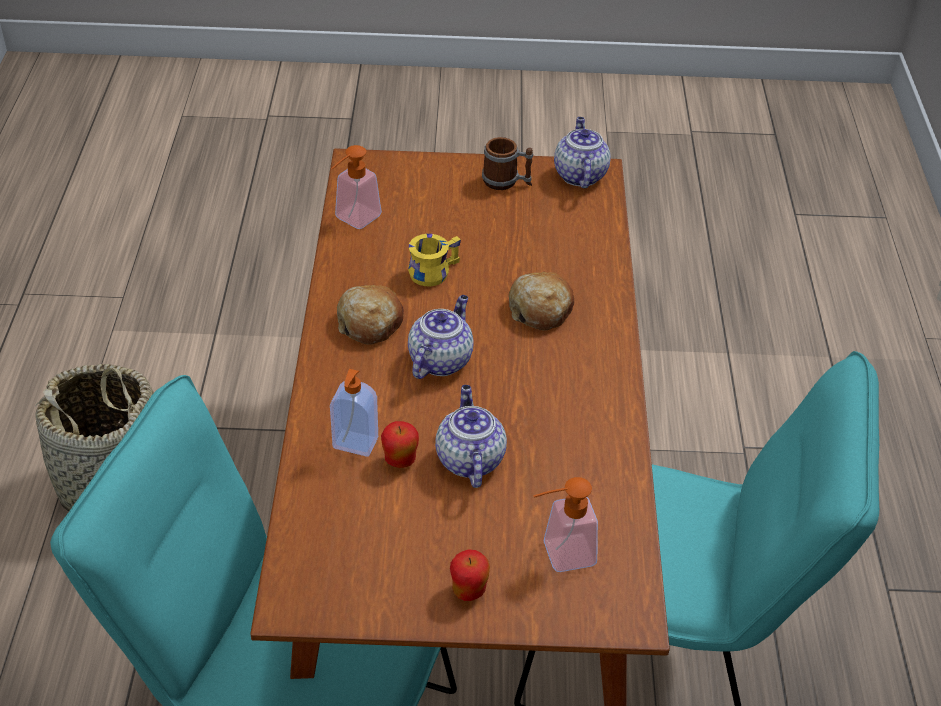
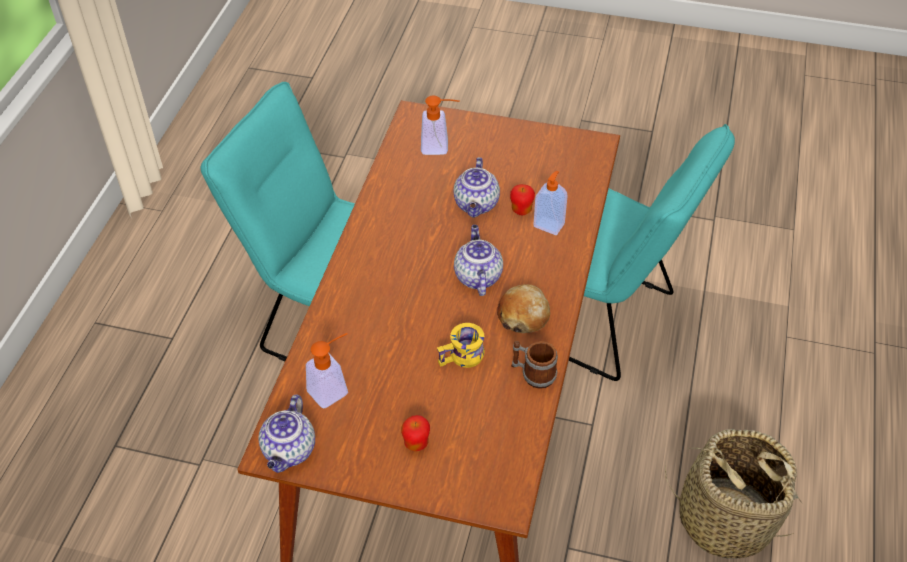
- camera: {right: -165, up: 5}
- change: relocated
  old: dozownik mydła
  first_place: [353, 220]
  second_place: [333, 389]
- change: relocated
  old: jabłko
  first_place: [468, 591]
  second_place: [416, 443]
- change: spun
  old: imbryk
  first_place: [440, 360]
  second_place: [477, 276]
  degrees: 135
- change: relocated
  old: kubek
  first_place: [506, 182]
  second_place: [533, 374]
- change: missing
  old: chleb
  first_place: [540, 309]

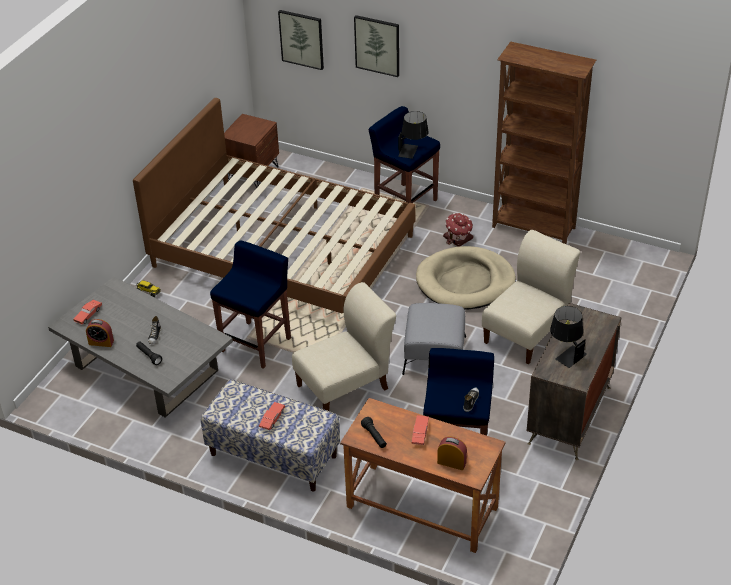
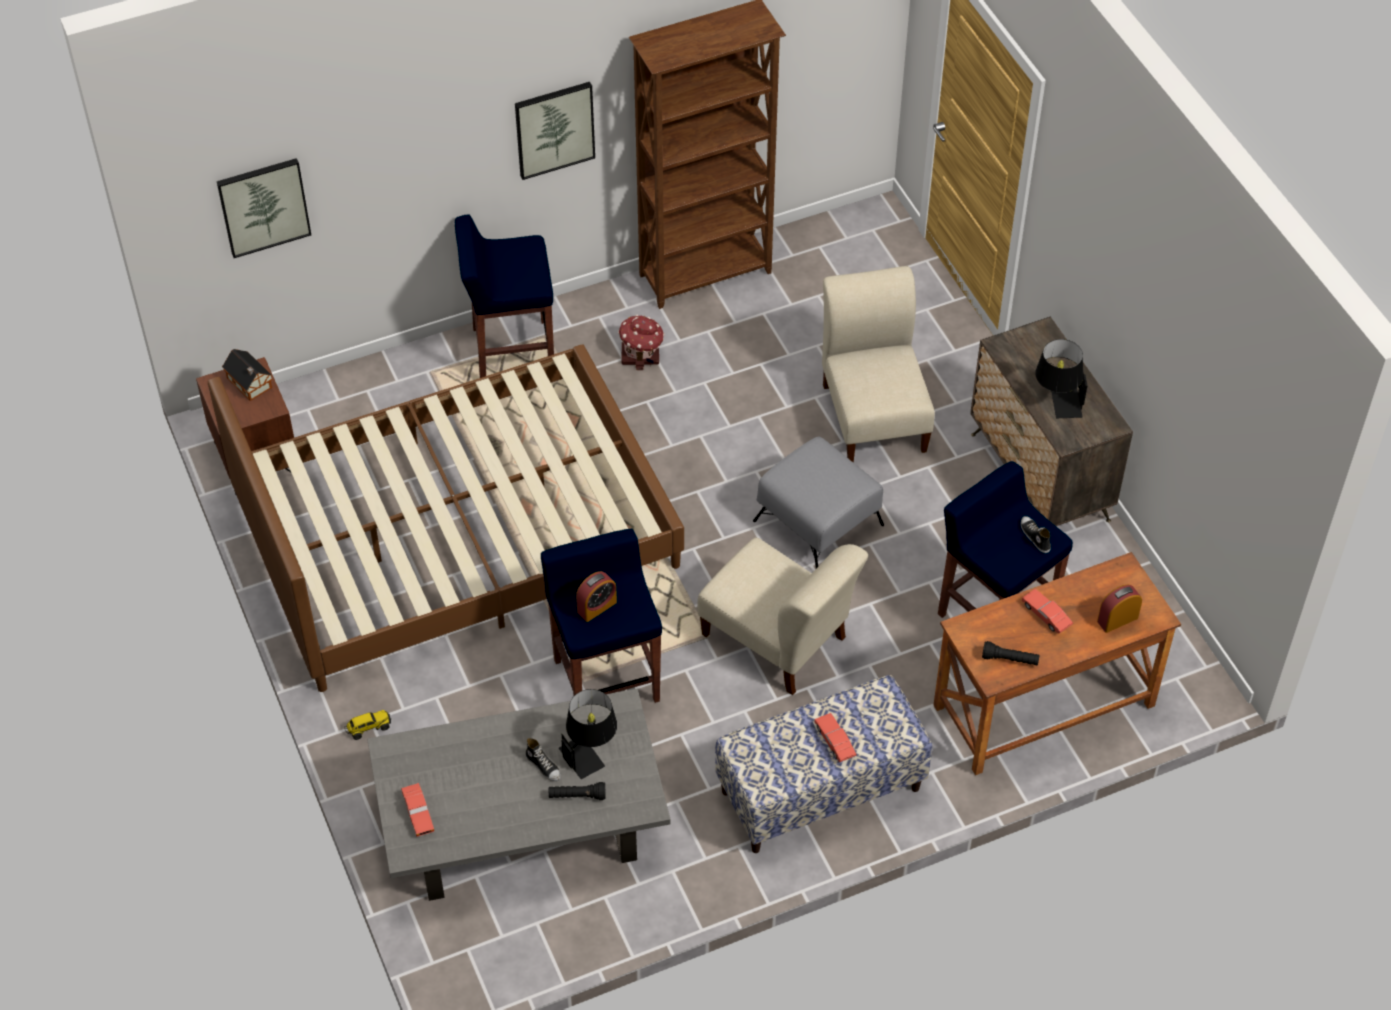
- camera: {right: -50, up: 10}
- change: appeared
  new: domek
  second_place: [250, 384]
- change: relocated
  old: obraz
  first_place: [377, 45]
  second_place: [554, 129]
- change: relocated
  old: lampa stołowa [czarny]
  first_place: [413, 151]
  second_place: [590, 752]
- change: relocated
  old: budzik
  first_place: [101, 342]
  second_place: [597, 607]
- change: spun
  old: krzesło [beżowy]
  first_place: [346, 385]
  second_place: [778, 640]
  degrees: 120
- change: missing
  old: legowisko [beżowy]
  first_place: [465, 282]

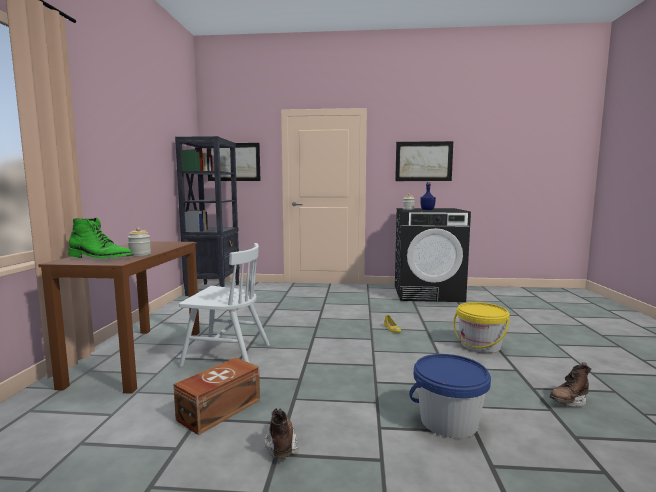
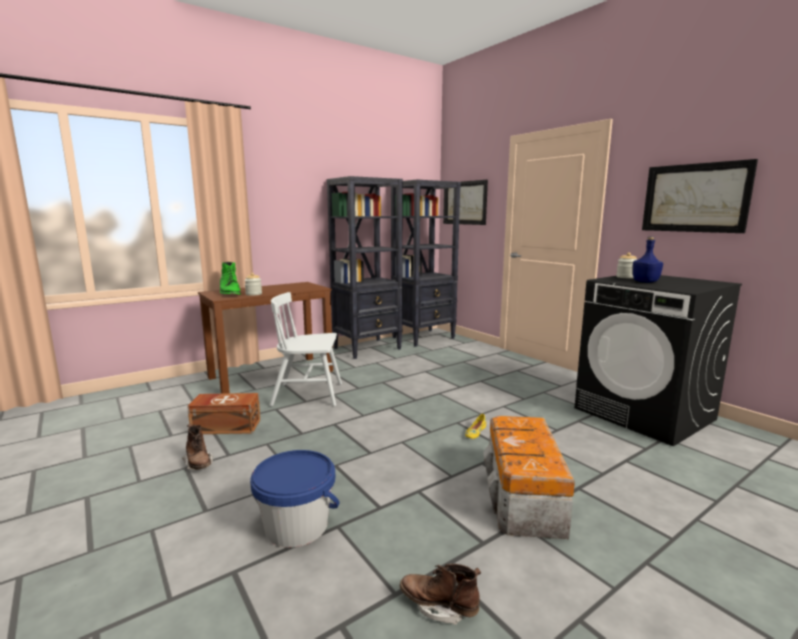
- camera: {right: 50, up: 5}
- change: spun
  old: but z cholewką [brązowy]
  first_place: [281, 444]
  second_place: [198, 464]
  degrees: 105
- change: spun
  old: krzesło [biały]
  first_place: [226, 355]
  second_place: [308, 394]
  degrees: 120
- change: appeared
  new: regał [czarny]
  second_place: [368, 348]
- change: exchanged
  old: wiadro [żółty]
  new: pojemnik do przechowywania
  first_place: [480, 345]
  second_place: [523, 497]

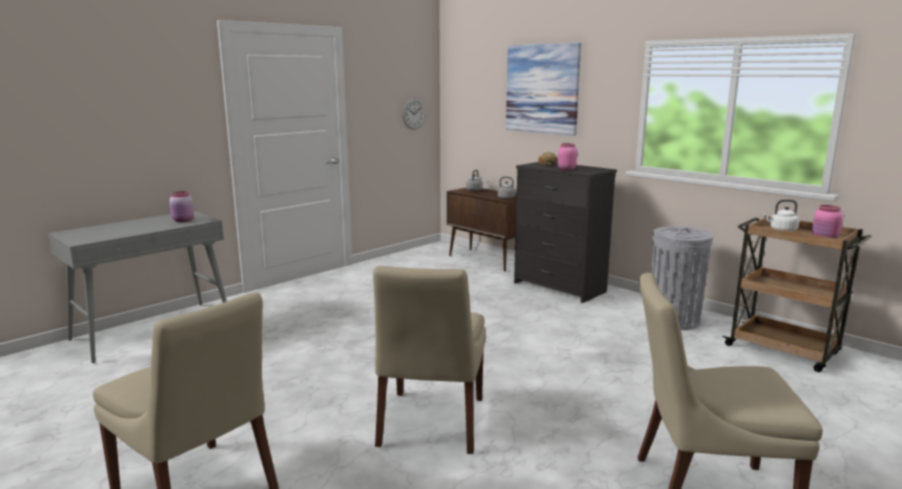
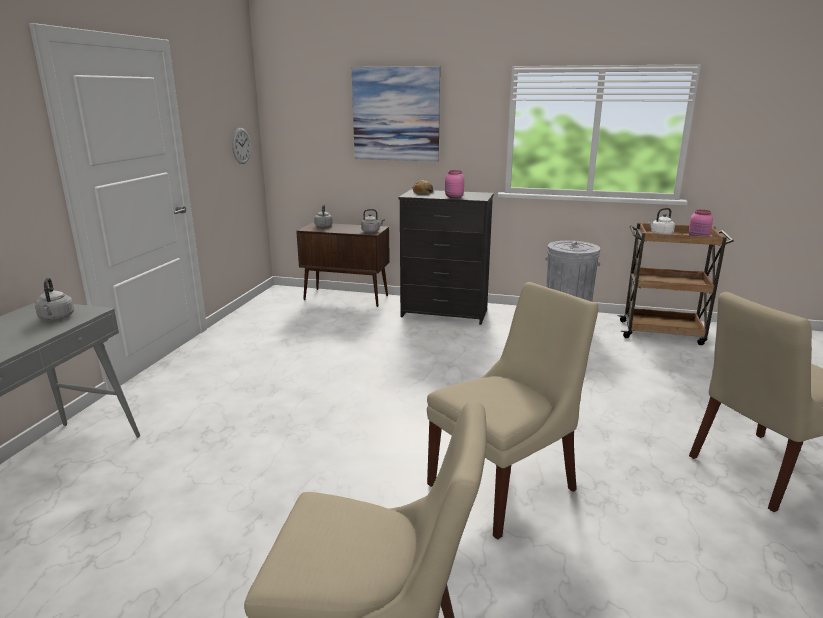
- camera: {right: -30, up: 5}
- change: exchanged
  old: słoik [różowy]
  new: czajnik [szary]
  first_place: [183, 221]
  second_place: [56, 318]
- change: spun
  old: krzesło [beżowy]
  first_place: [431, 424]
  second_place: [505, 485]
  degrees: -105

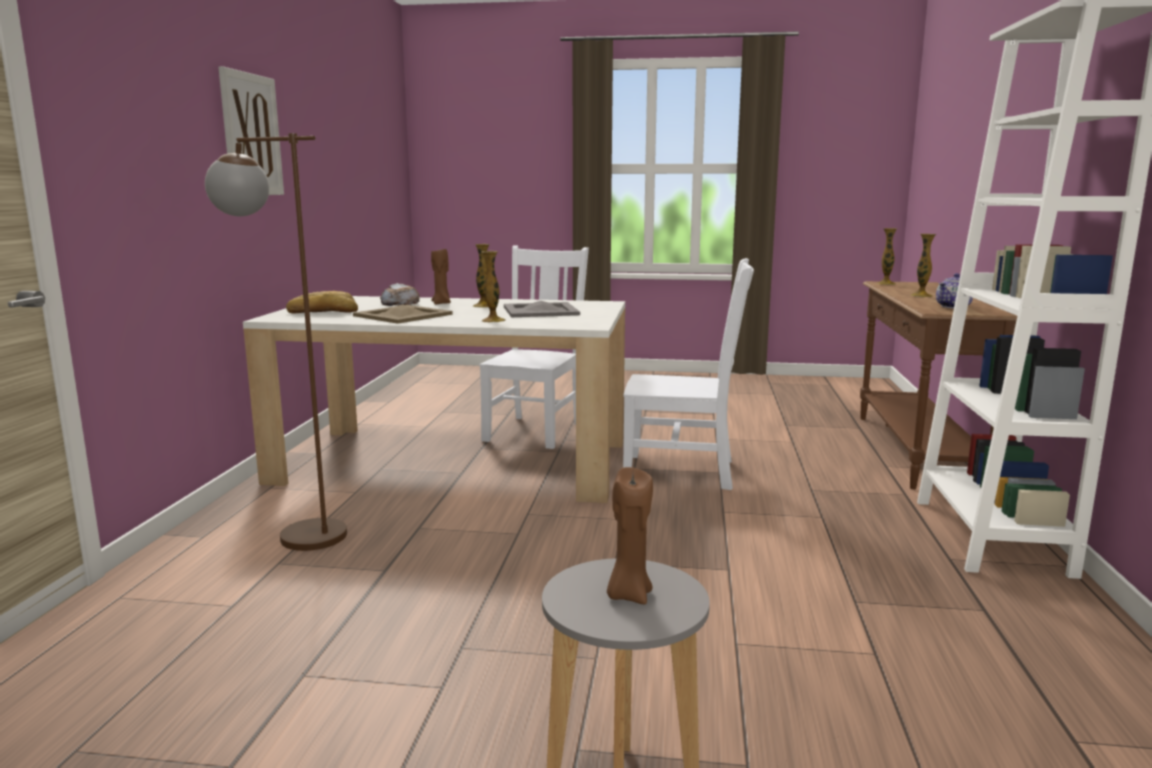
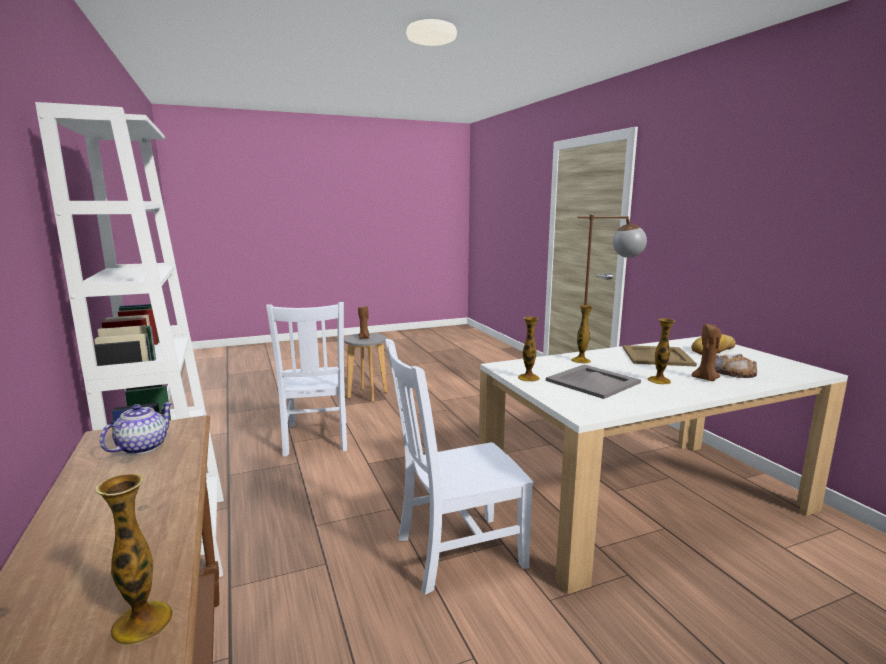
- camera: {right: 150, up: 0}
- change: relocated
  old: krzesło [biały]
  first_place: [536, 431]
  second_place: [316, 438]
- change: relocated
  old: wazon
  first_place: [921, 296]
  second_place: [528, 378]
- change: missing
  old: obraz
  first_place: [251, 135]

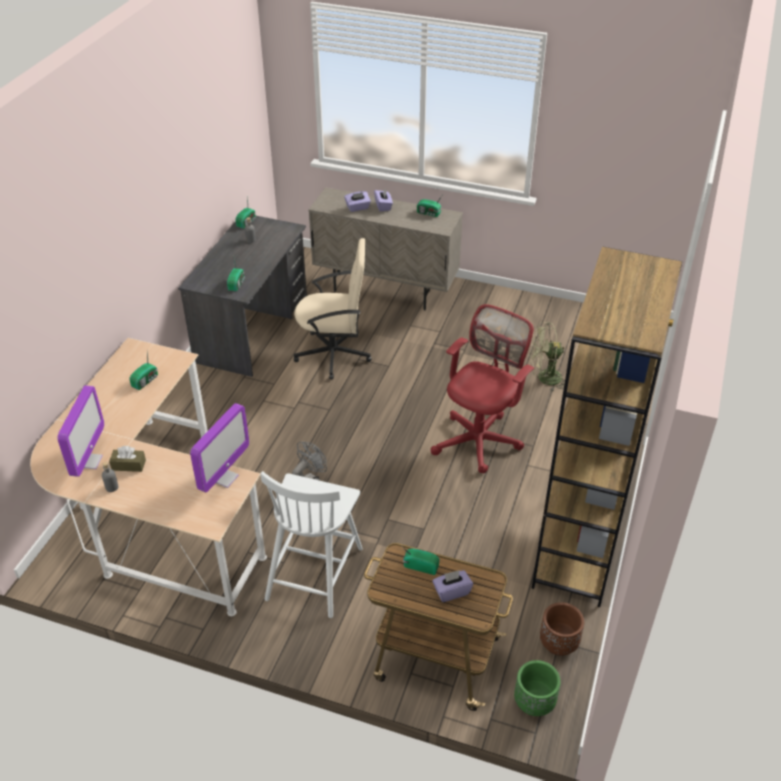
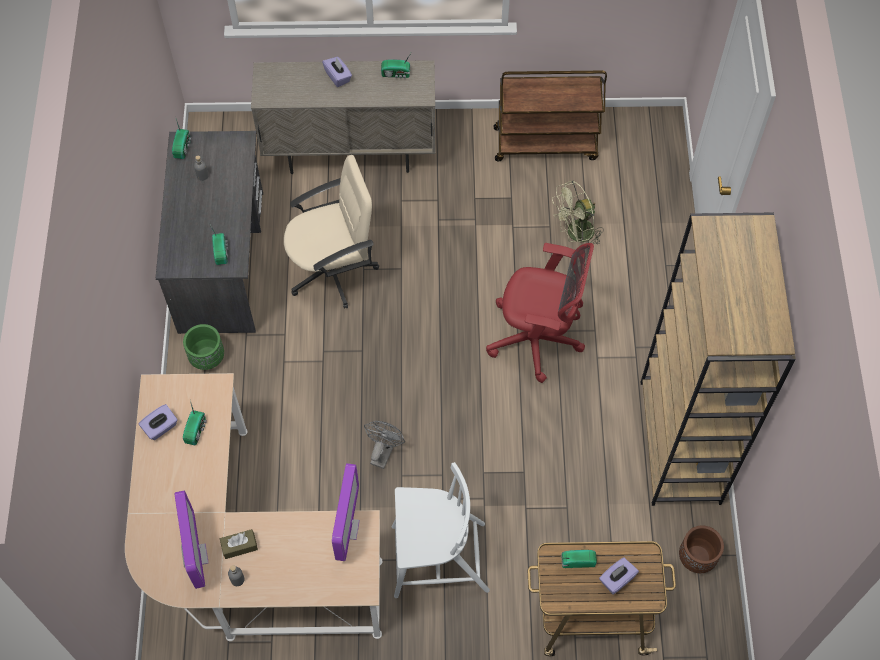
- camera: {right: -20, up: 20}
- change: relocated
  old: pudełko chusteczek [fioletowy]
  first_place: [358, 208]
  second_place: [160, 427]
- change: relocated
  old: donica [zielony]
  first_place: [534, 703]
  second_place: [207, 358]
- change: spun
  old: krzesło [biały]
  first_place: [314, 571]
  second_place: [437, 559]
  degrees: -90
- change: spun
  old: krzesło biurowe [czerwony]
  first_place: [480, 439]
  second_place: [537, 340]
  degrees: 90
- change: appeared
  new: wózek [brązowy]
  second_place: [546, 143]

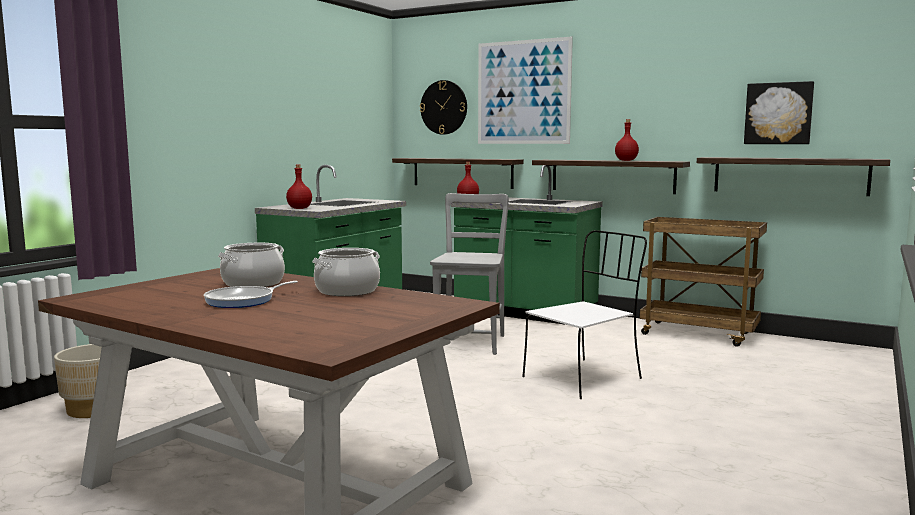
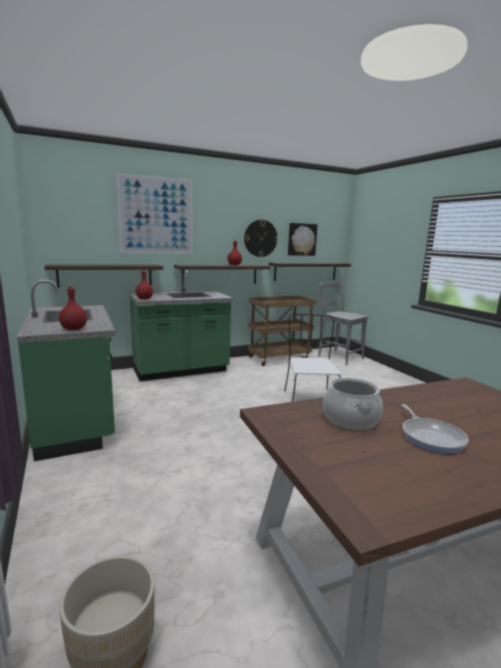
- camera: {right: -55, up: 5}
- change: relocated
  old: zegar ścienny
  first_place: [444, 107]
  second_place: [260, 238]
- change: relocated
  old: krzesło [szary]
  first_place: [470, 341]
  second_place: [338, 356]
- change: missing
  old: garnek
  first_place: [347, 291]

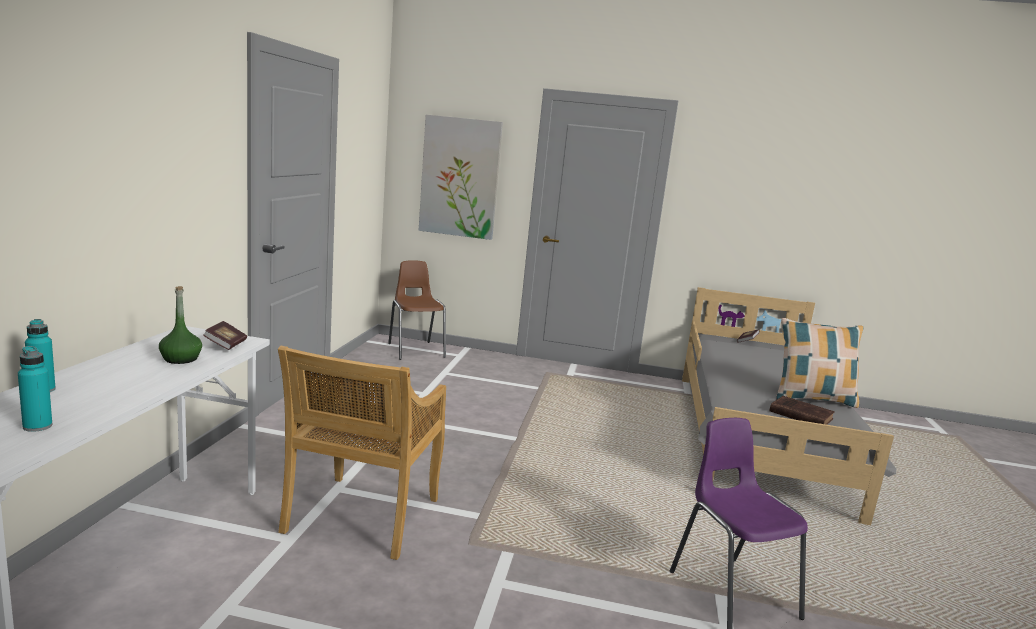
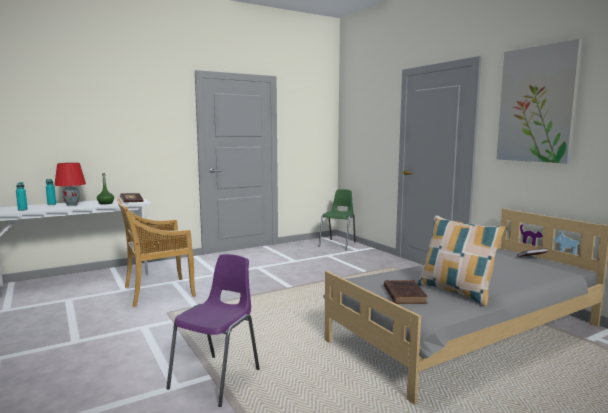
- camera: {right: 50, up: -5}
- change: appeared
  new: lampa stołowa [czerwony]
  second_place: [72, 205]
- change: colour
  old: krzesło [brązowy]
  new: krzesło [zielony]
  first_place: [415, 350]
  second_place: [338, 244]
- change: relocated
  old: obraz
  first_place: [460, 177]
  second_place: [536, 104]

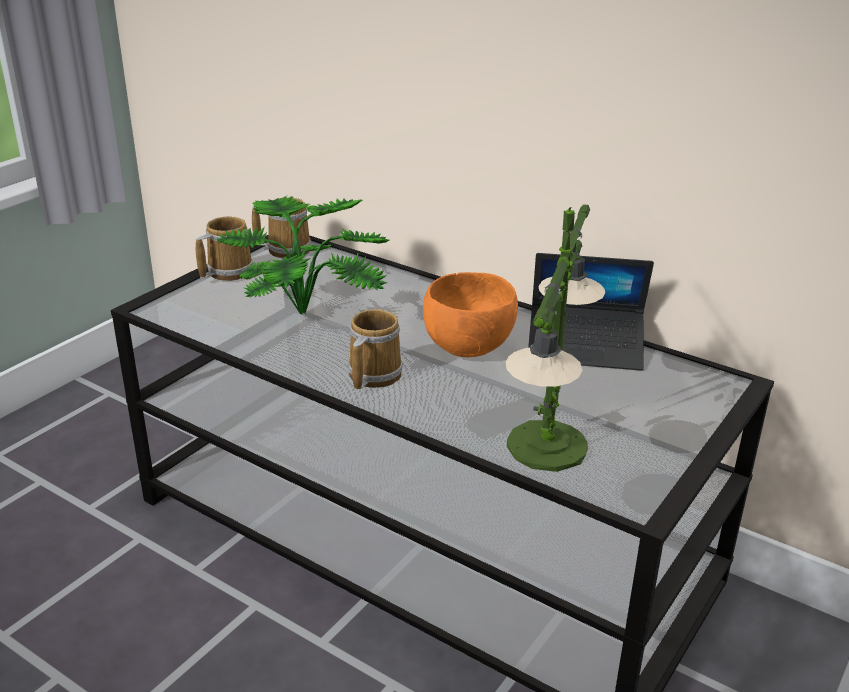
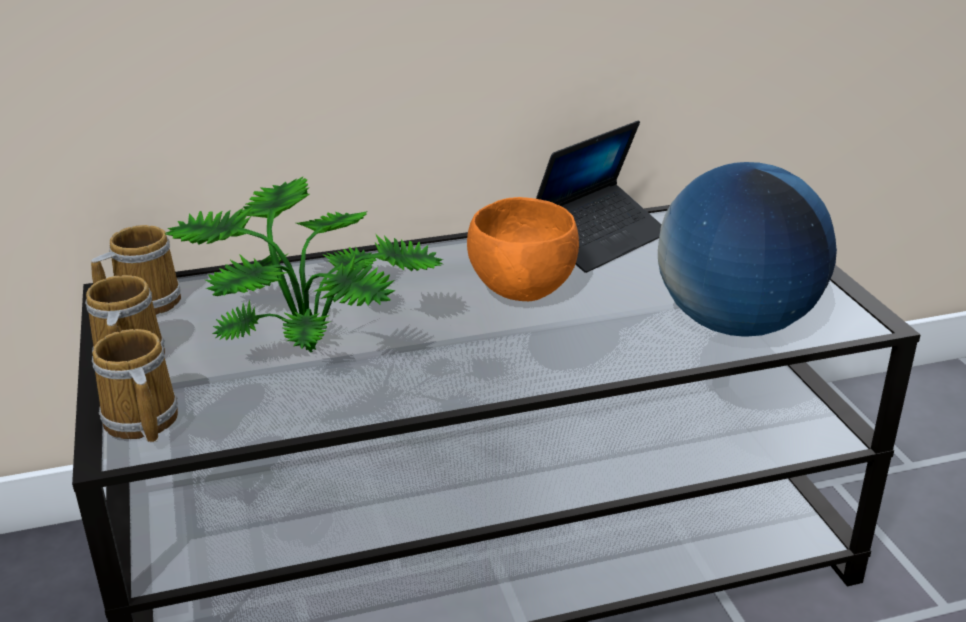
- camera: {right: -50, up: 0}
- change: relocated
  old: kubek
  first_place: [371, 375]
  second_place: [139, 422]
- change: exchanged
  old: lampa stołowa
  new: globus
  first_place: [547, 446]
  second_place: [735, 324]

